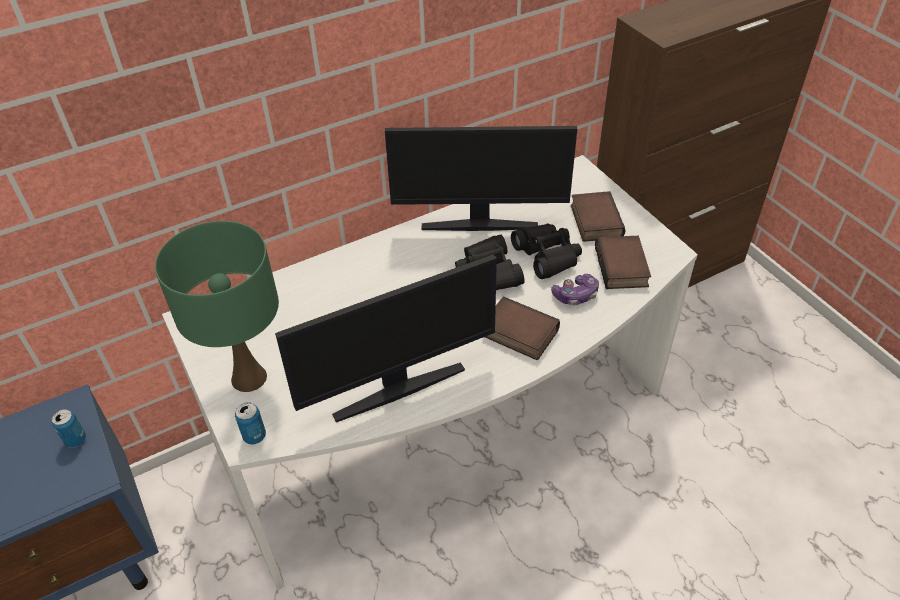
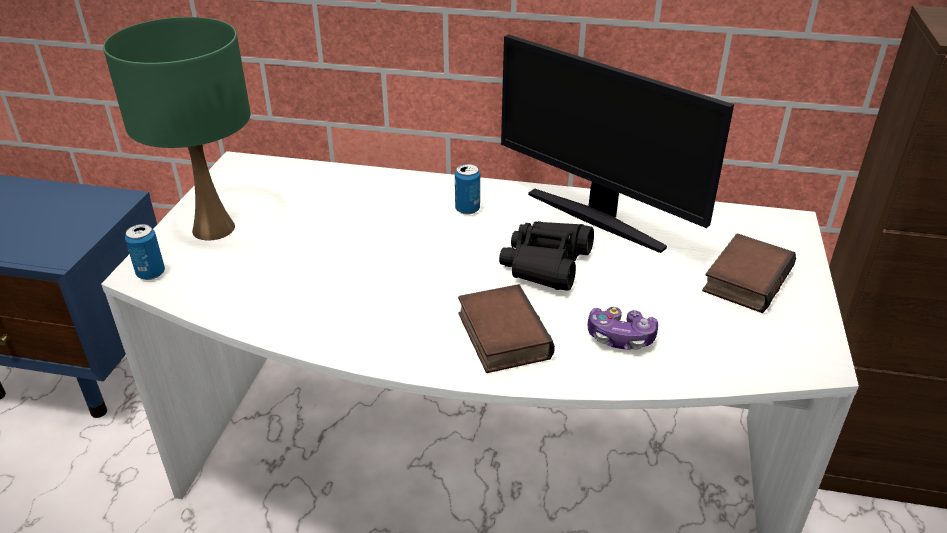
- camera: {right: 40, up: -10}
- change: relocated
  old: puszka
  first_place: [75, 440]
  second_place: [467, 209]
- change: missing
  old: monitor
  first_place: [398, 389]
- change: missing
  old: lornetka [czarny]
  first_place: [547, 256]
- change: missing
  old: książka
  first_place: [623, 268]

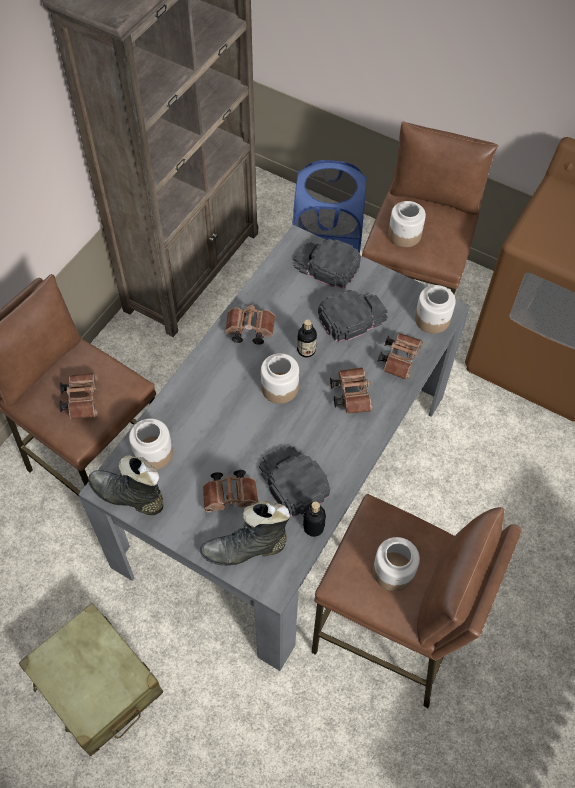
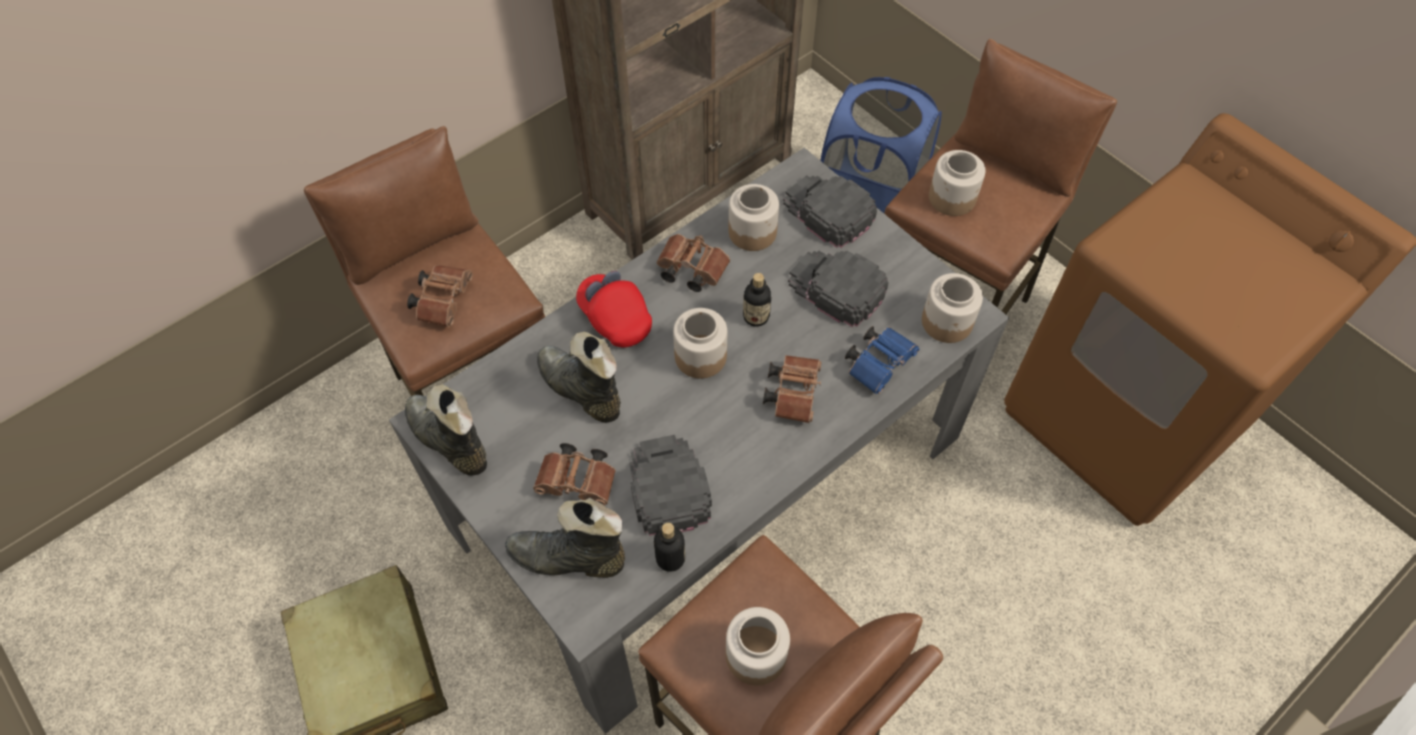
- camera: {right: 20, up: 0}
- change: appeared
  new: but z cholewką [czarny]
  second_place: [580, 390]
- change: appeared
  new: czapka z daszkiem [czerwony]
  second_place: [615, 318]
- change: relocated
  old: słoik
  first_place: [153, 452]
  second_place: [752, 231]
- change: spun
  old: czapka z daszkiem [czarny]
  first_place: [352, 316]
  second_place: [836, 288]
  degrees: -135
- change: colour
  old: lornetka [brązowy]
  new: lornetka [niebieski]
  first_place: [400, 359]
  second_place: [880, 363]

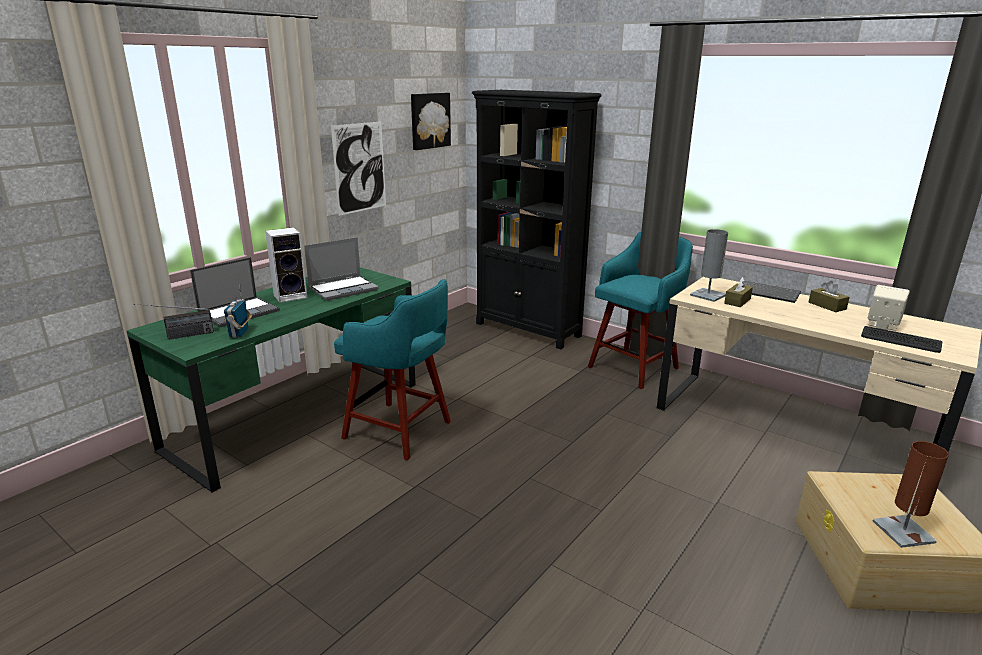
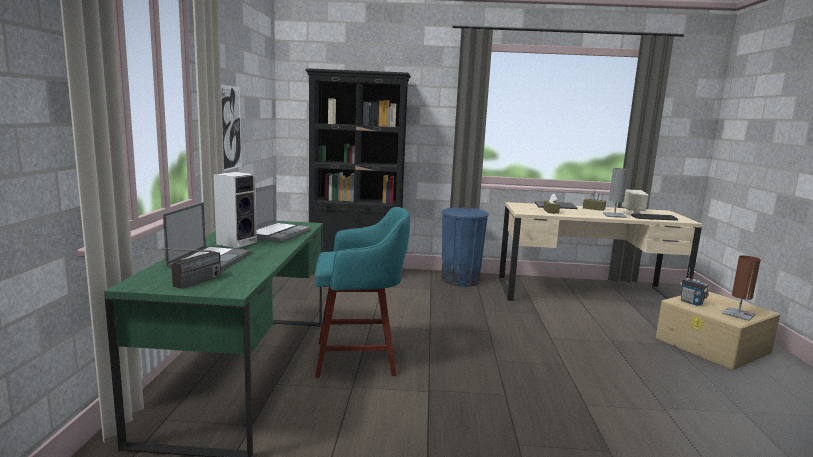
- camera: {right: -35, up: -10}
- change: exchanged
  old: stołek [turkusowy]
  new: kosz na śmieci [niebieski]
  first_place: [635, 367]
  second_place: [460, 280]
- change: relocated
  old: lampa stołowa [szary]
  first_place: [708, 295]
  second_place: [614, 215]
- change: relocated
  old: radio
  first_place: [240, 333]
  second_place: [691, 303]
- change: missing
  old: obraz
  first_place: [429, 120]

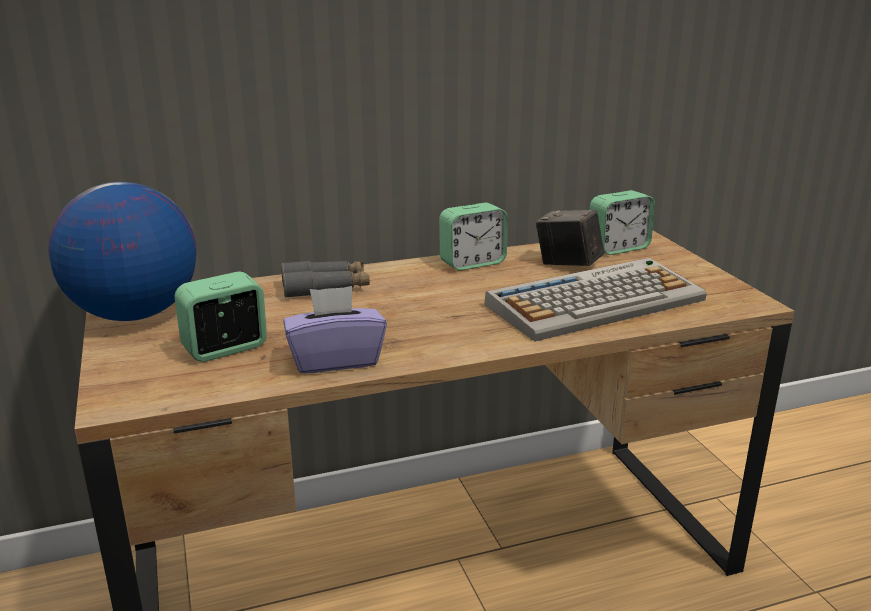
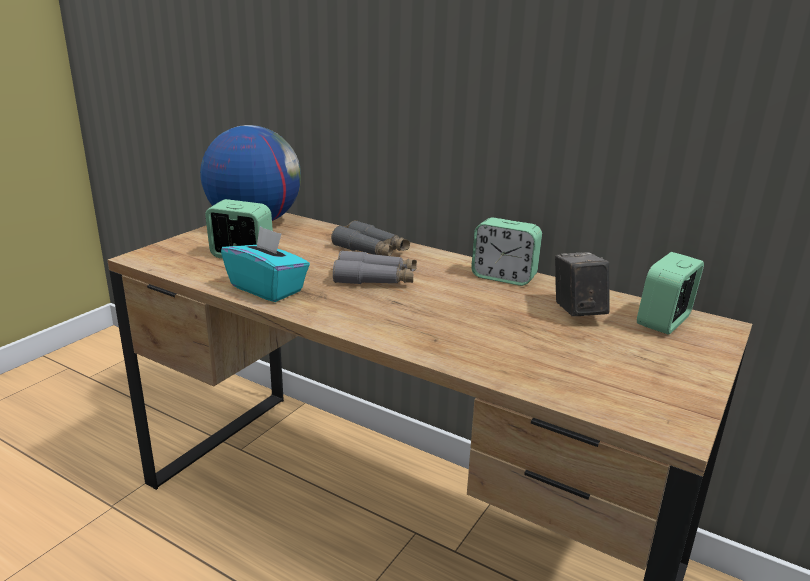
- camera: {right: 50, up: 0}
- change: colour
  old: pudełko chusteczek [fioletowy]
  new: pudełko chusteczek [turkusowy]
  first_place: [335, 359]
  second_place: [267, 288]
- change: appeared
  new: lornetka [szary]
  second_place: [375, 279]
- change: spun
  old: budzik
  first_place: [618, 248]
  second_place: [664, 321]
  degrees: 105
- change: missing
  old: klawiatura
  first_place: [596, 301]

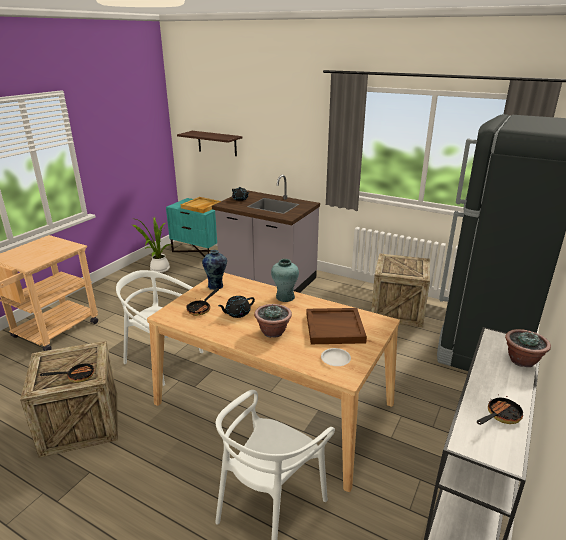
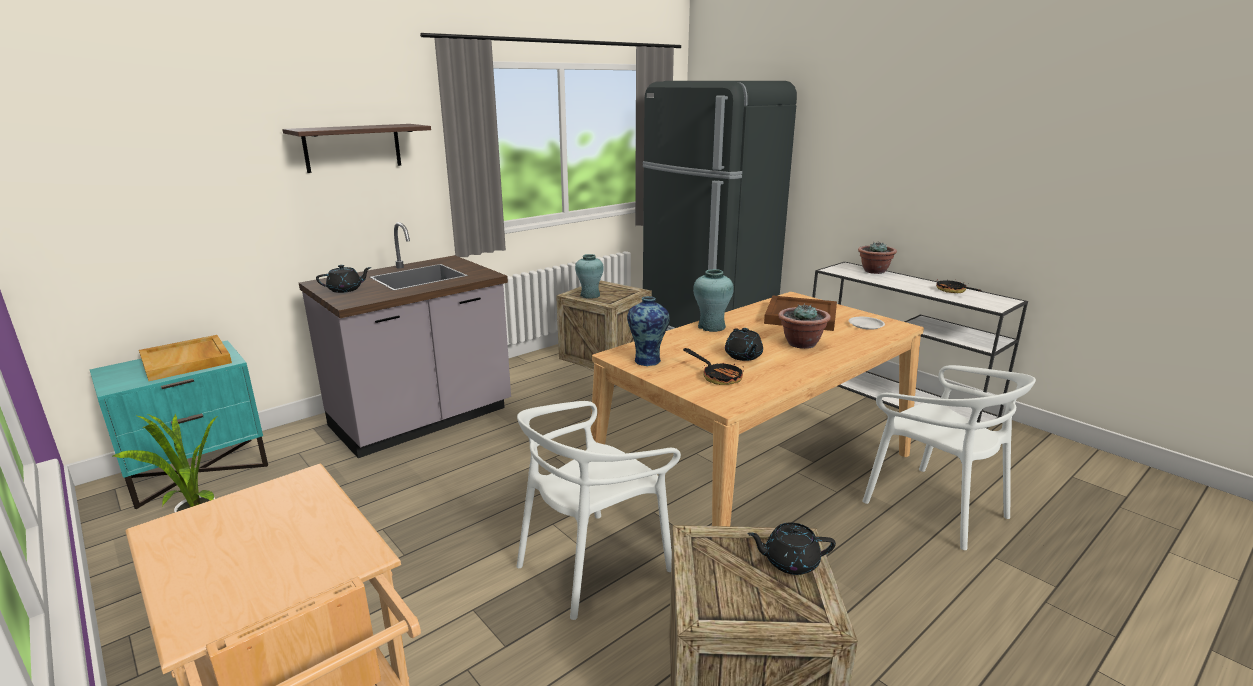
- camera: {right: -70, up: -5}
- change: relocated
  old: półka
  first_place: [217, 143]
  second_place: [353, 147]
- change: appeared
  new: wazon [turkusowy]
  second_place: [590, 295]
- change: exchanged
  old: patelnia
  new: imbryk [czarny]
  first_place: [76, 376]
  second_place: [790, 561]

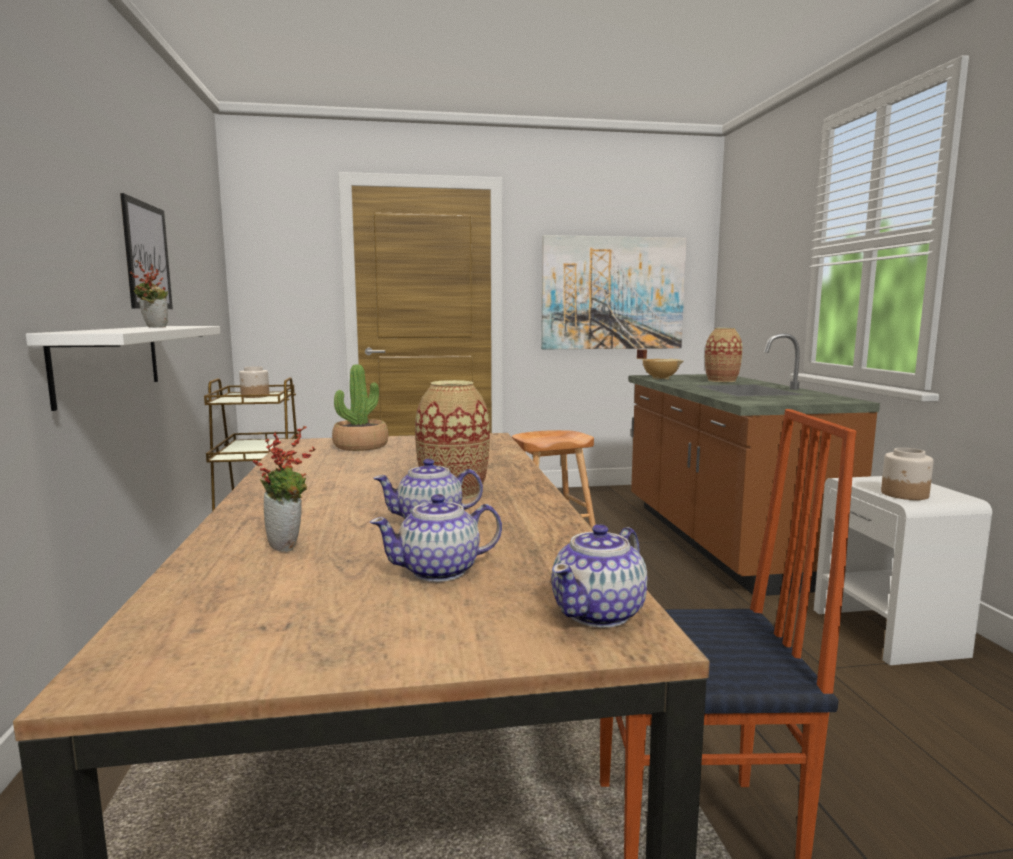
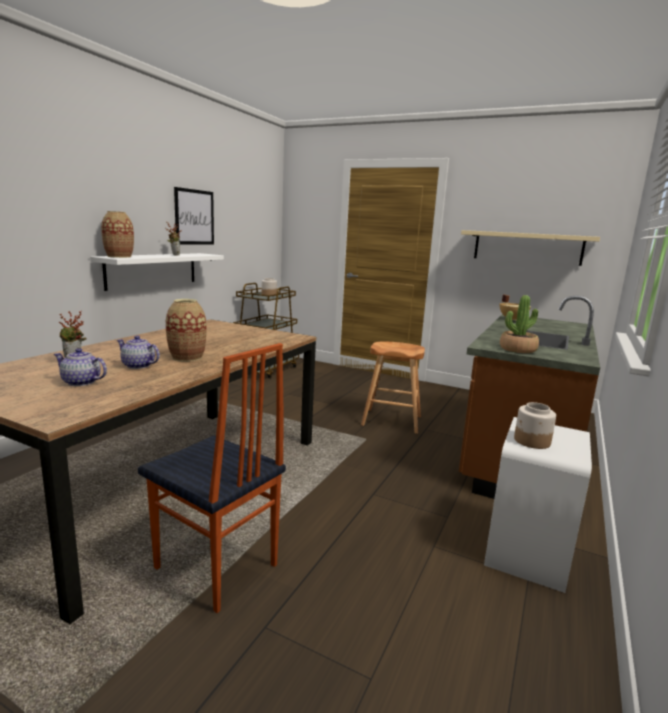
- camera: {right: 35, up: 5}
- change: relocated
  old: wazon
  first_place: [722, 381]
  second_place: [119, 256]
- change: exchanged
  old: obraz
  new: półka [beżowy]
  first_place: [613, 293]
  second_place: [527, 247]
- change: relocated
  old: roślina doniczkowa
  first_place: [361, 446]
  second_place: [517, 349]
- change: missing
  old: imbryk
  first_place: [599, 613]

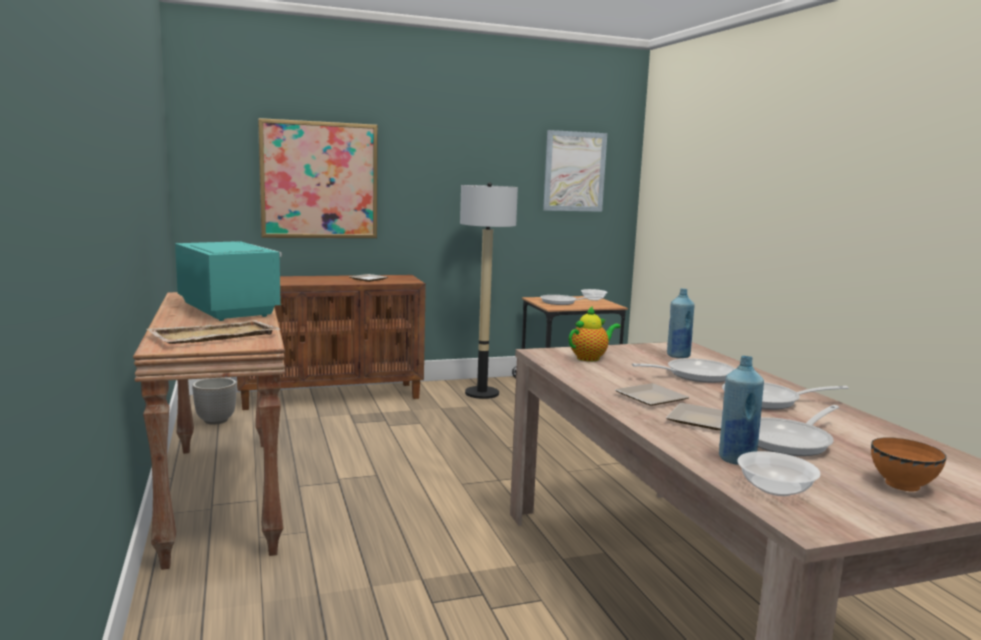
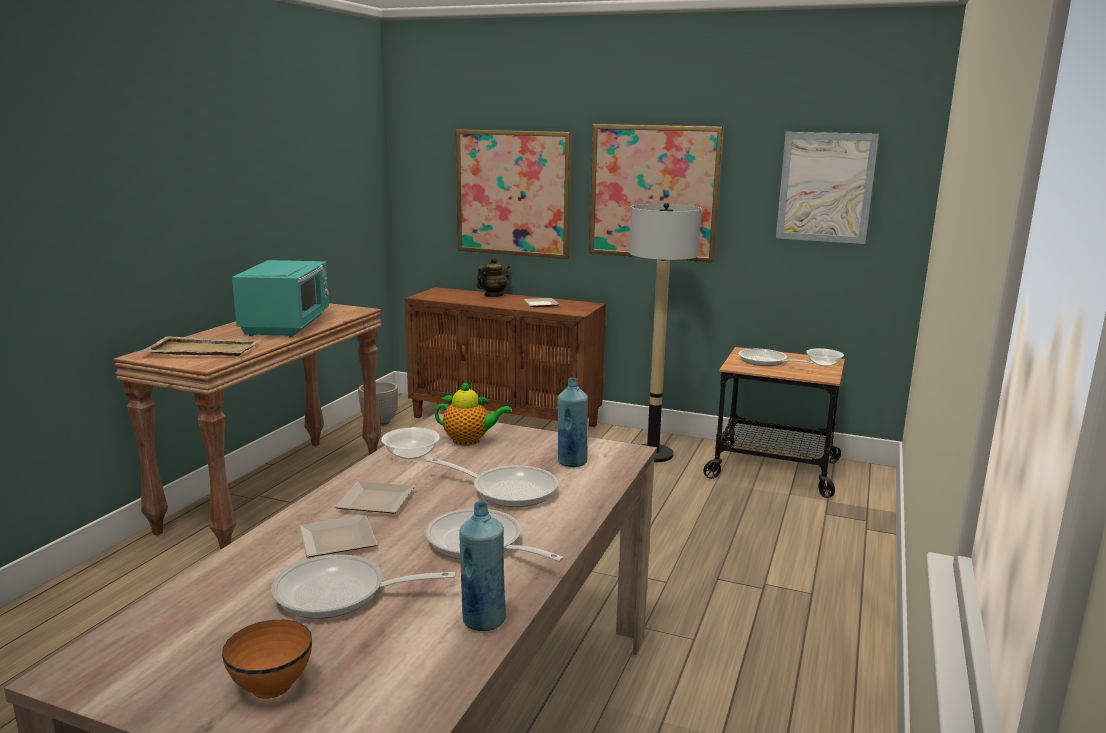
- camera: {right: 40, up: 5}
- change: relocated
  old: miska
  first_place: [775, 488]
  second_place: [411, 454]
- change: relocated
  old: butelka [niebieski]
  first_place: [736, 459]
  second_place: [483, 620]
- change: appeared
  new: imbryk
  second_place: [493, 296]
- change: appeared
  new: obraz
  second_place: [654, 192]

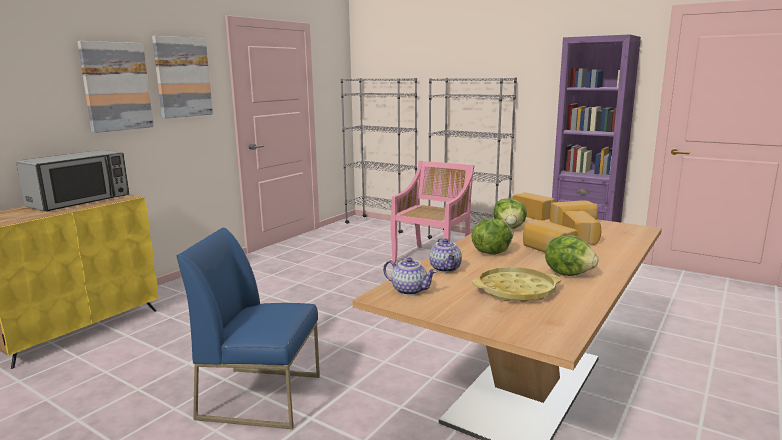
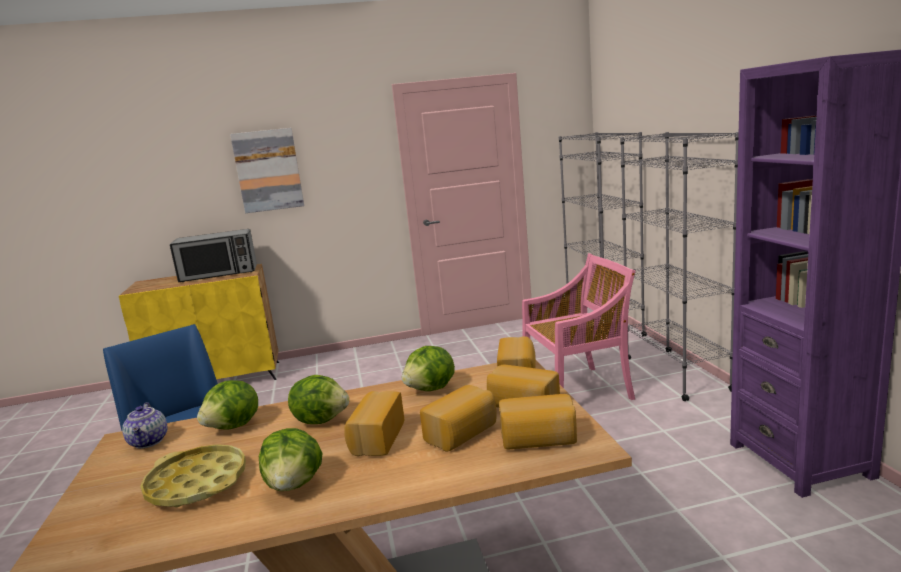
- camera: {right: 45, up: 0}
- change: exchanged
  old: imbryk
  new: sałata
  first_place: [446, 269]
  second_place: [234, 426]
- change: appeared
  new: chleb
  second_place: [538, 440]
- change: missing
  old: obraz
  first_place: [182, 77]

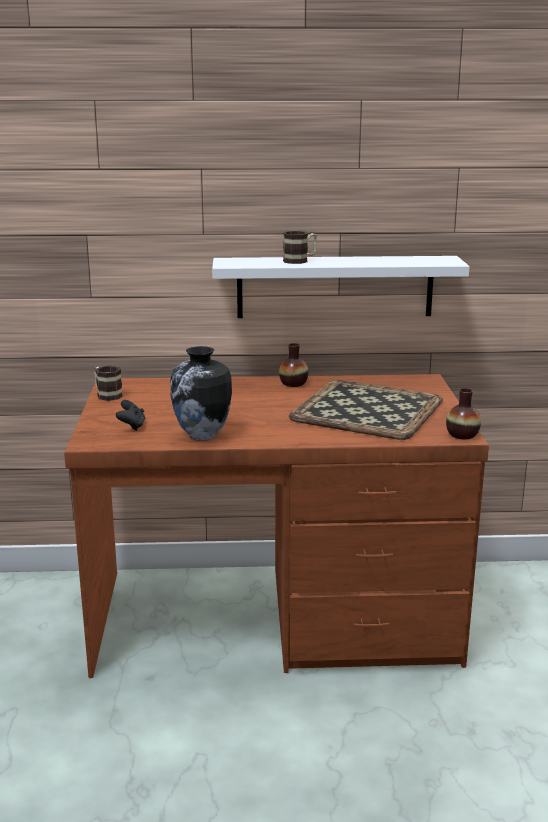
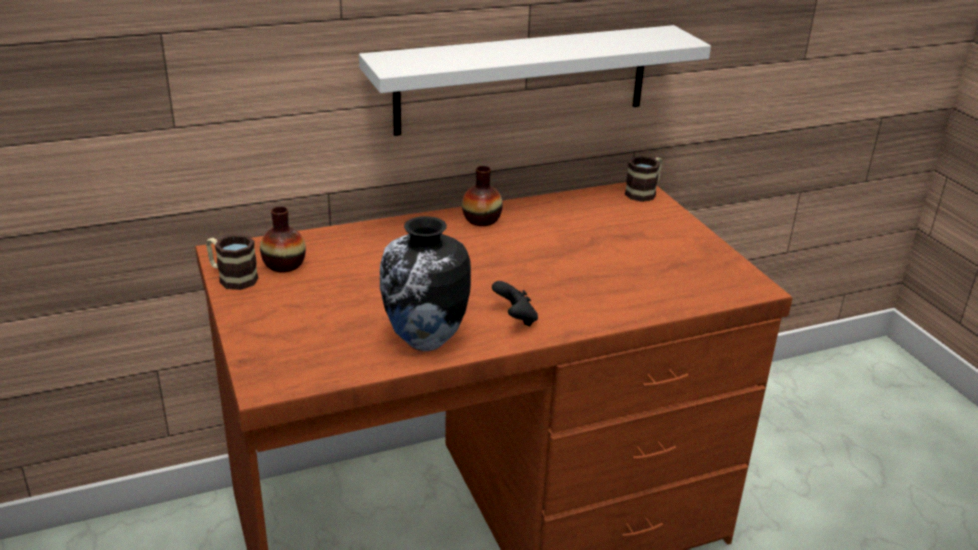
- camera: {right: -20, up: 10}
- change: relocated
  old: wazon
  first_place: [462, 435]
  second_place: [284, 265]
- change: relocated
  old: pad do gier [czarny]
  first_place: [132, 426]
  second_place: [515, 319]
- change: relocated
  old: kubek
  first_place: [300, 260]
  second_place: [644, 192]
- change: missing
  old: taca
  first_place: [366, 409]

